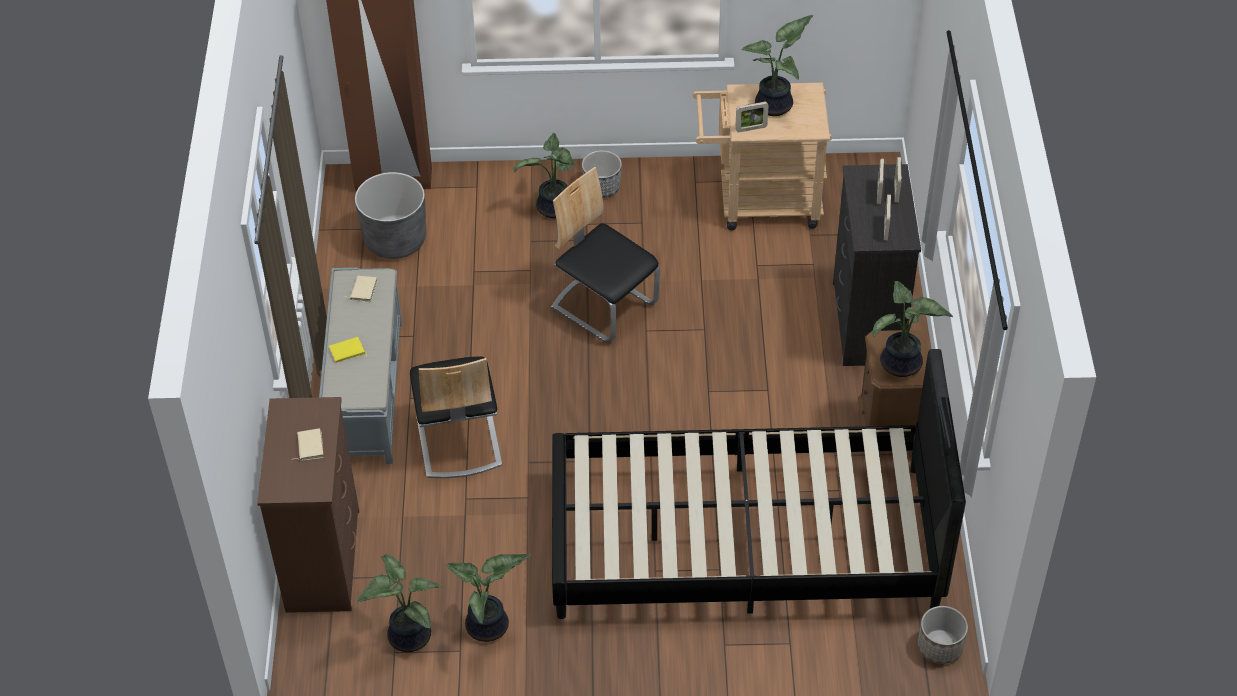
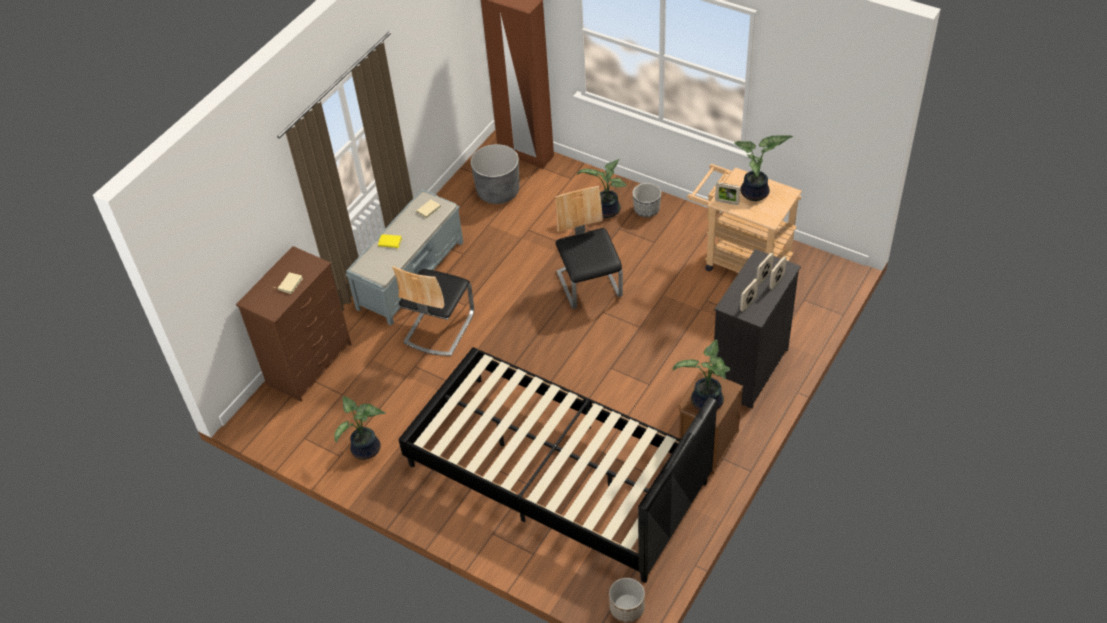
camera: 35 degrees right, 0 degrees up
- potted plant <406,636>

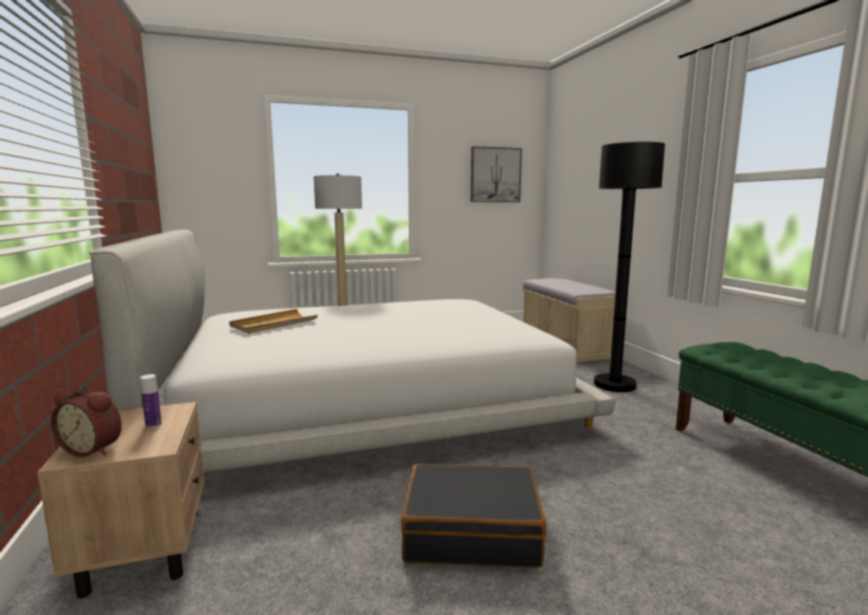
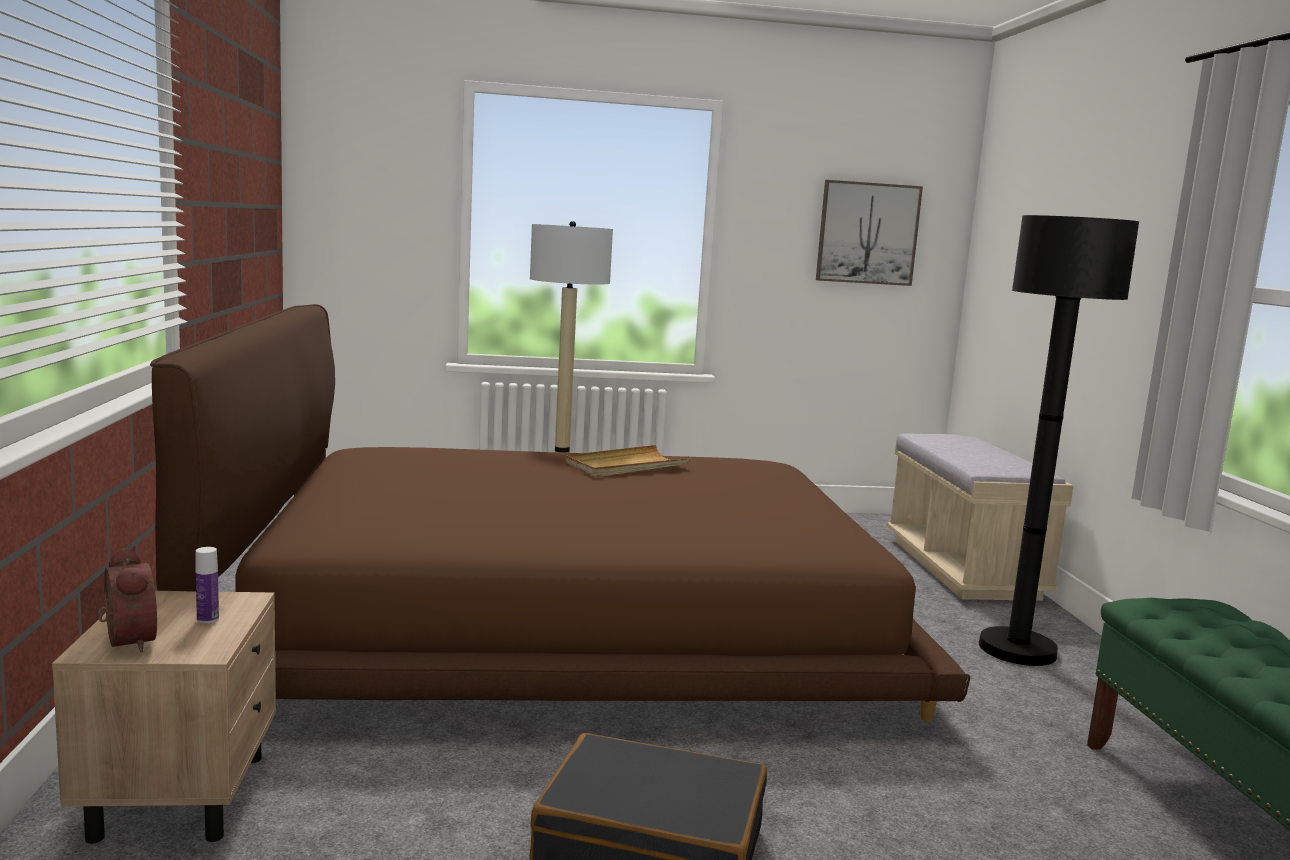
camera: 10 degrees right, 0 degrees up
~ white bed <364,400> to brown bed <561,620>
~ beige tray <274,324> to <626,466>
~ alarm clock <94,448> = <125,642> 150 degrees counterclockwise

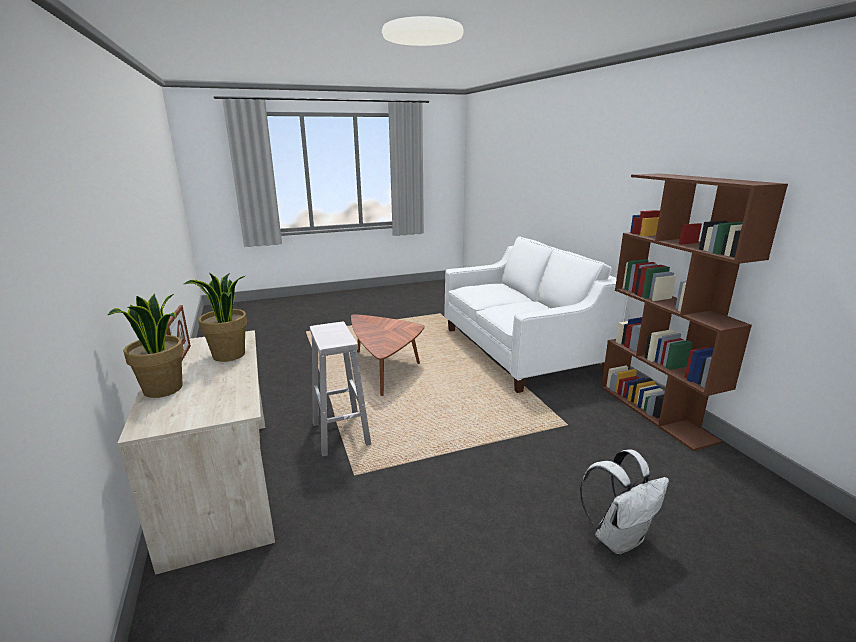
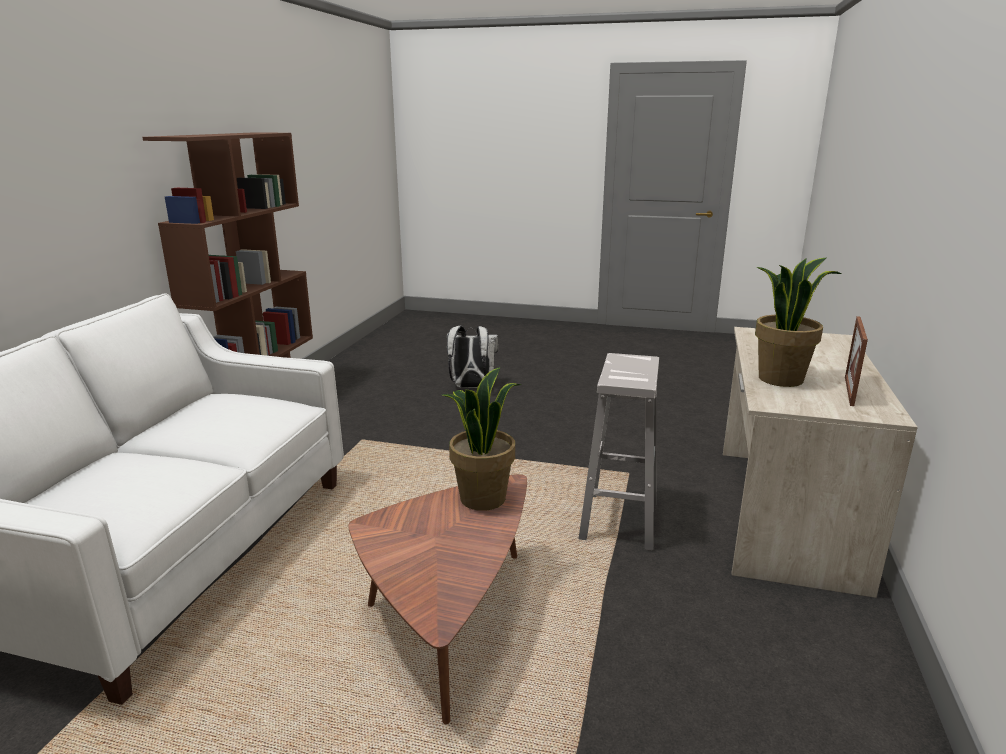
camera: 145 degrees left, 0 degrees up
~ potted plant <163,389> to <482,498>

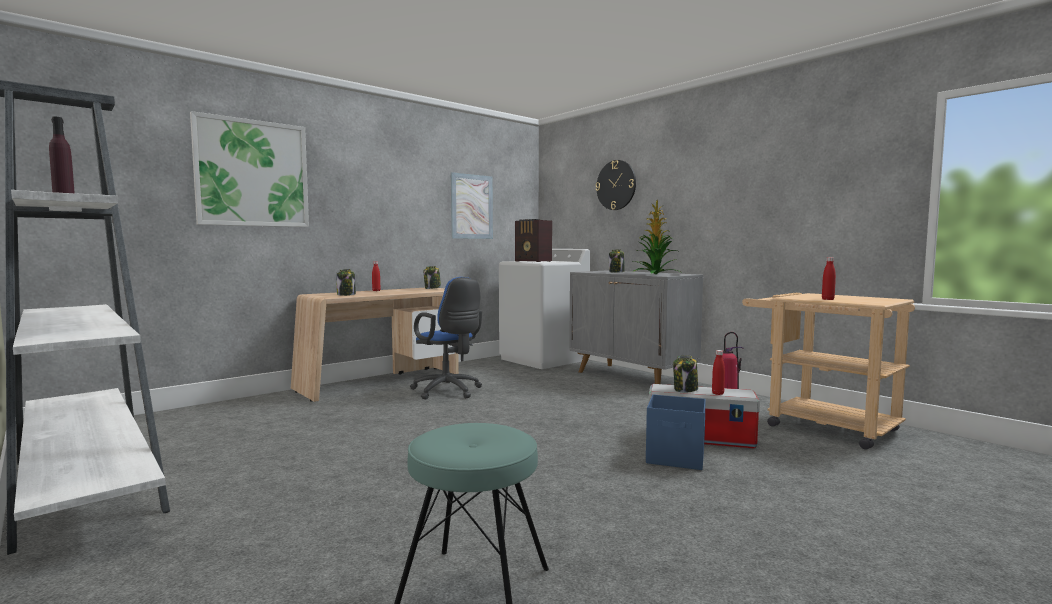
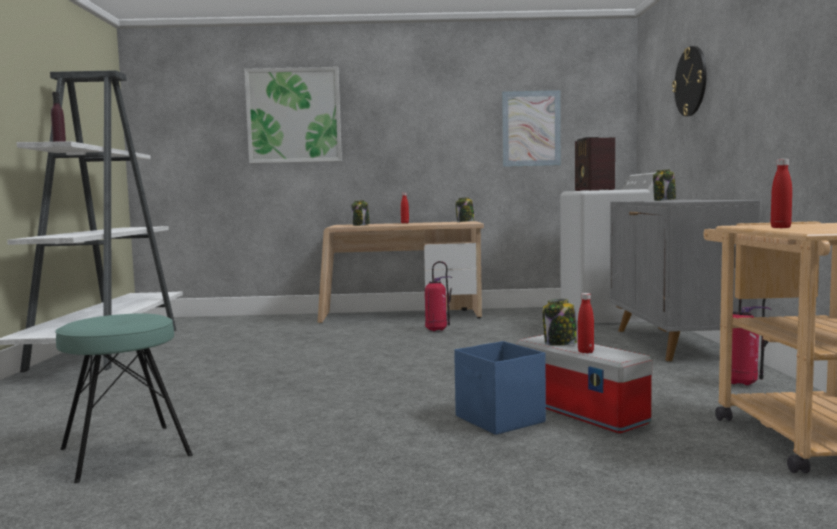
camera: 40 degrees right, 0 degrees up
- potted plant <654,274>
~ blue office chair <448,392> to fire extinguisher <437,330>

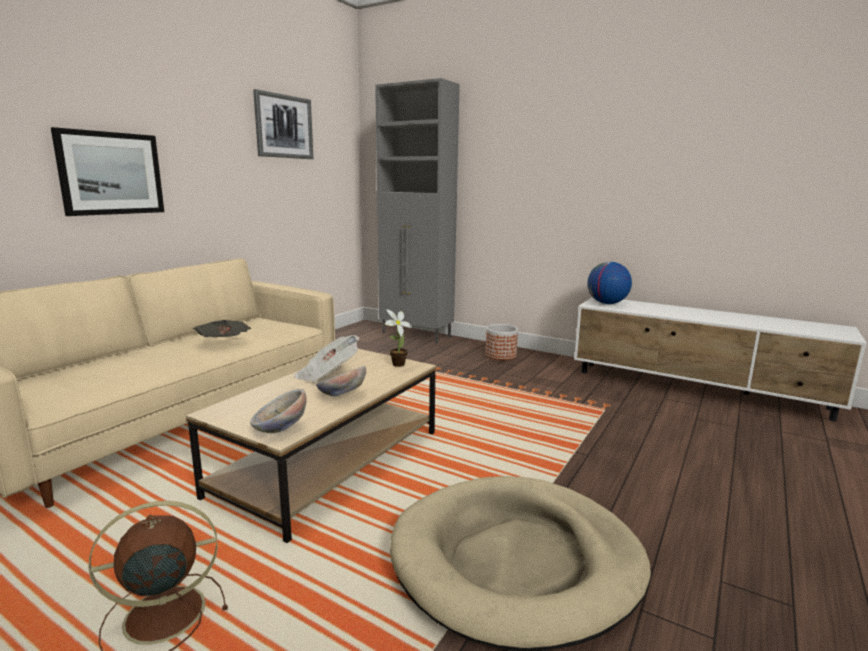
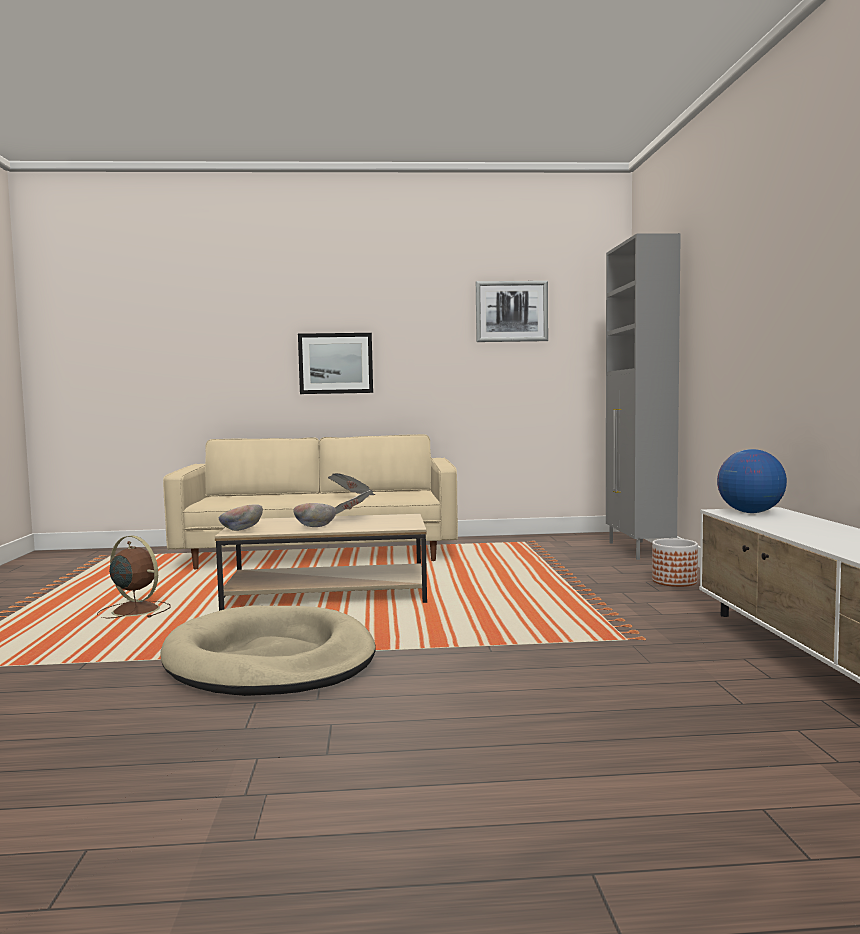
camera: 55 degrees right, 10 degrees down
- potted plant <396,365>

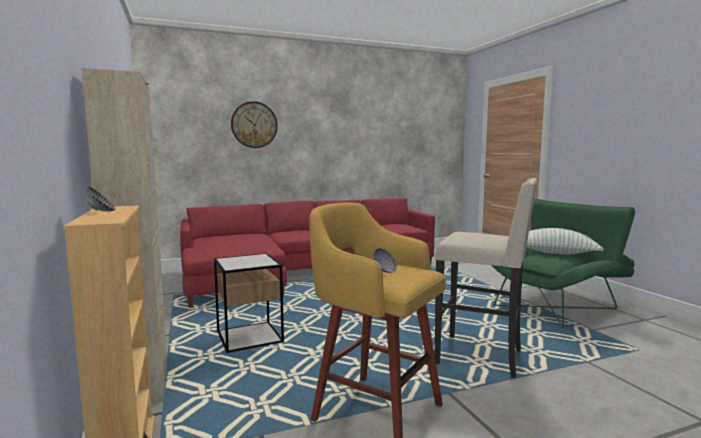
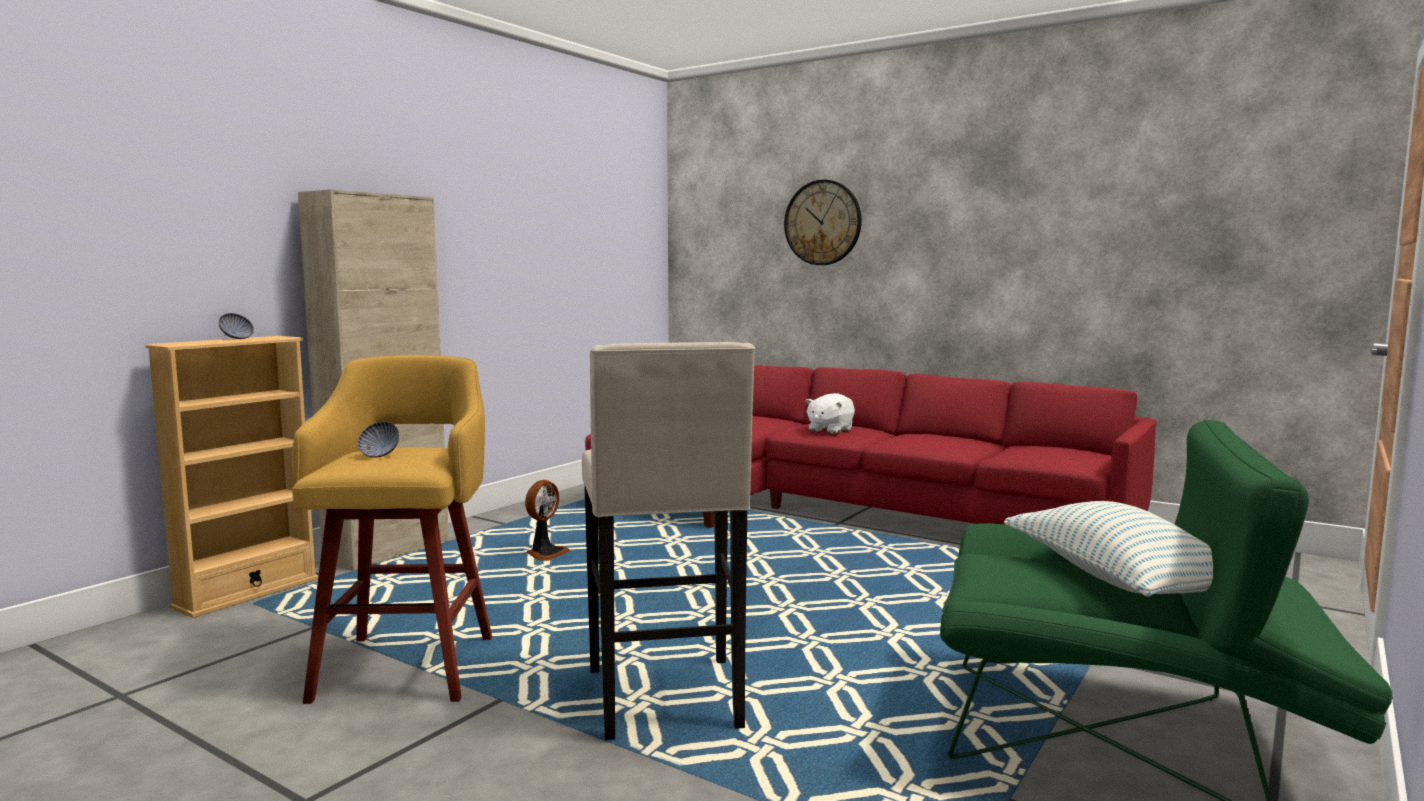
camera: 55 degrees right, 0 degrees up
~ side table <249,337> to fan <545,554>
+ white plush toy <829,430>

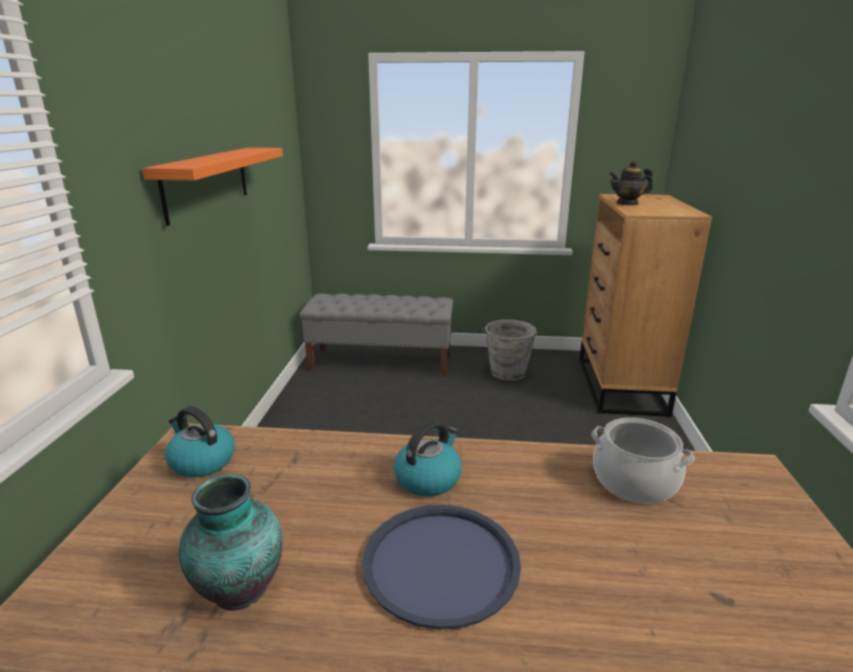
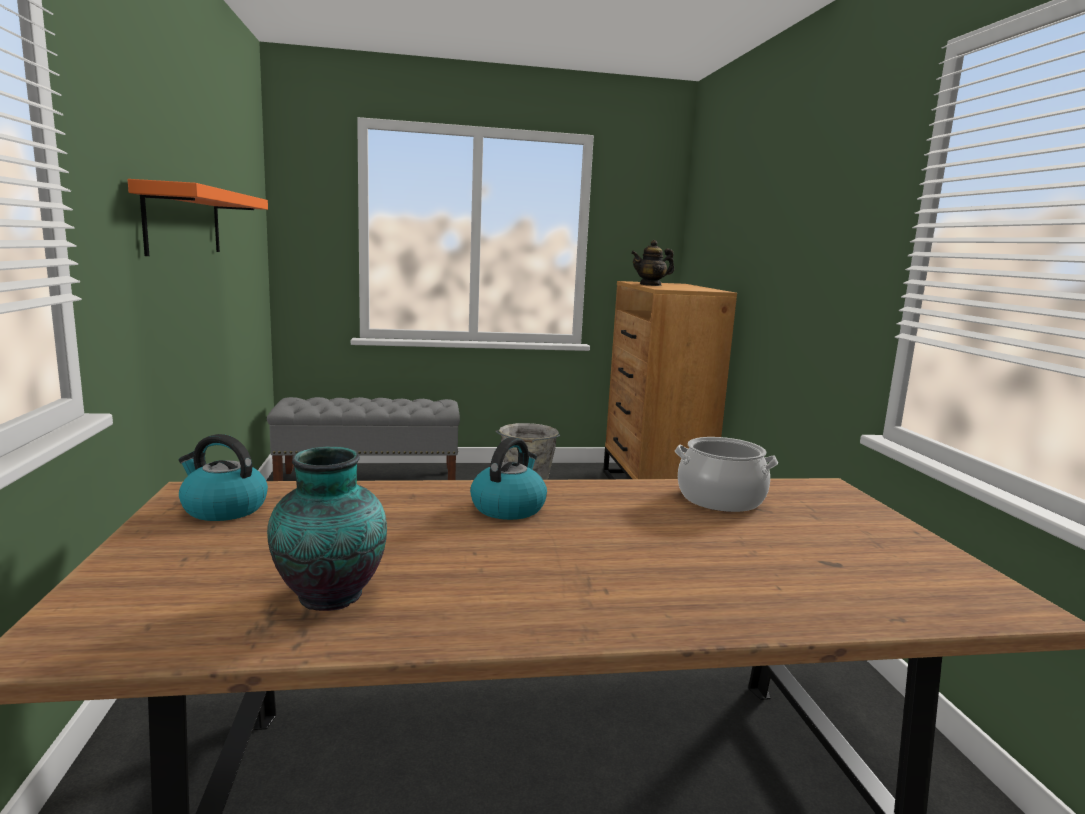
camera: 15 degrees left, 10 degrees down
- blue tray <440,563>

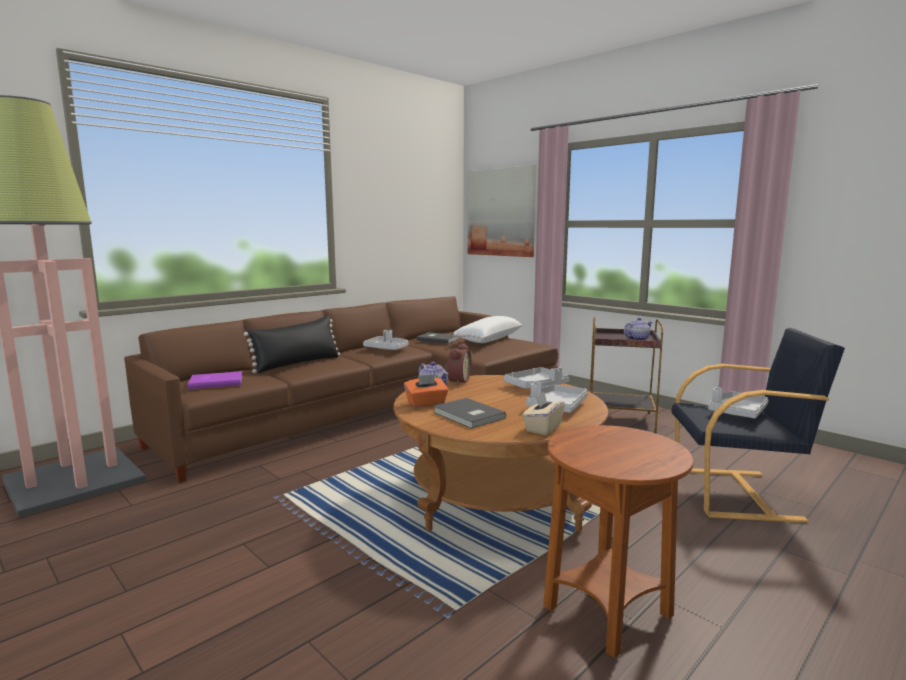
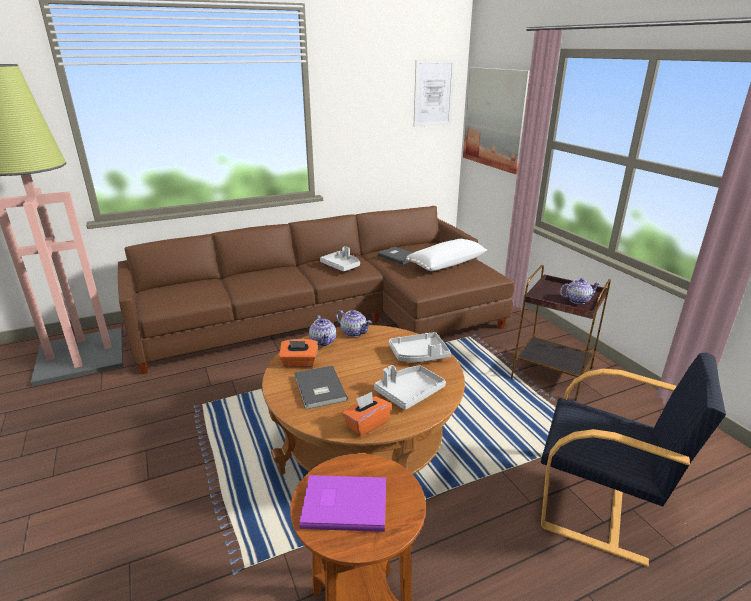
camera: 20 degrees right, 15 degrees up
- black pillow <297,364>
~ alarm clock <457,381> to teapot <354,332>
~ purple book <215,382> to <343,503>
- grey tray <737,412>
~ beige tissue box <542,428> to orange tissue box <366,424>
+ picture <433,93>

